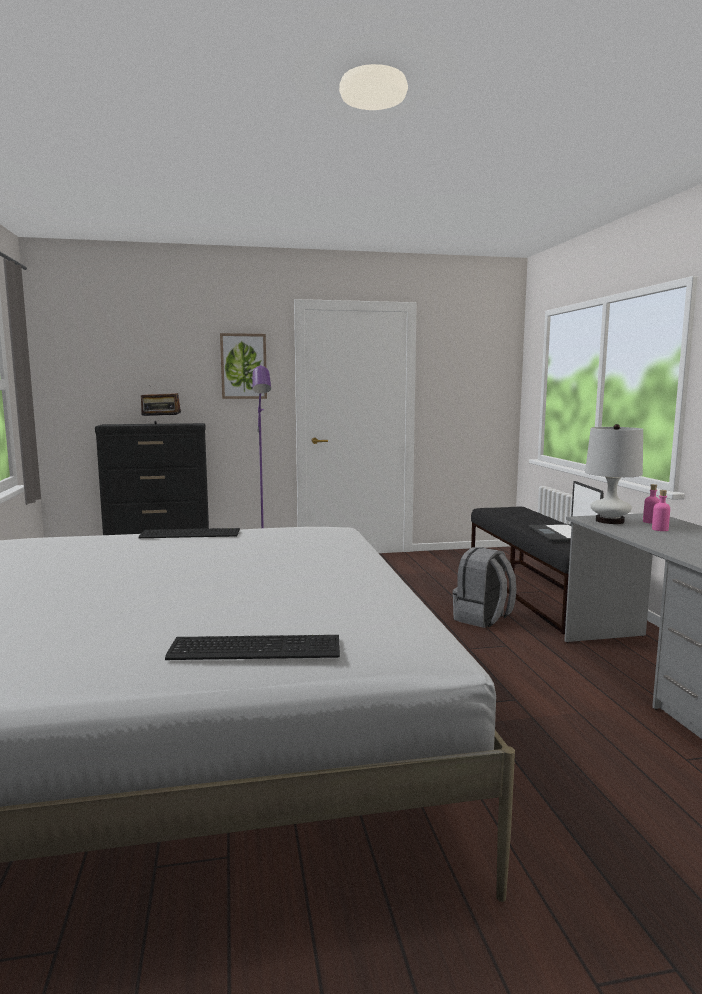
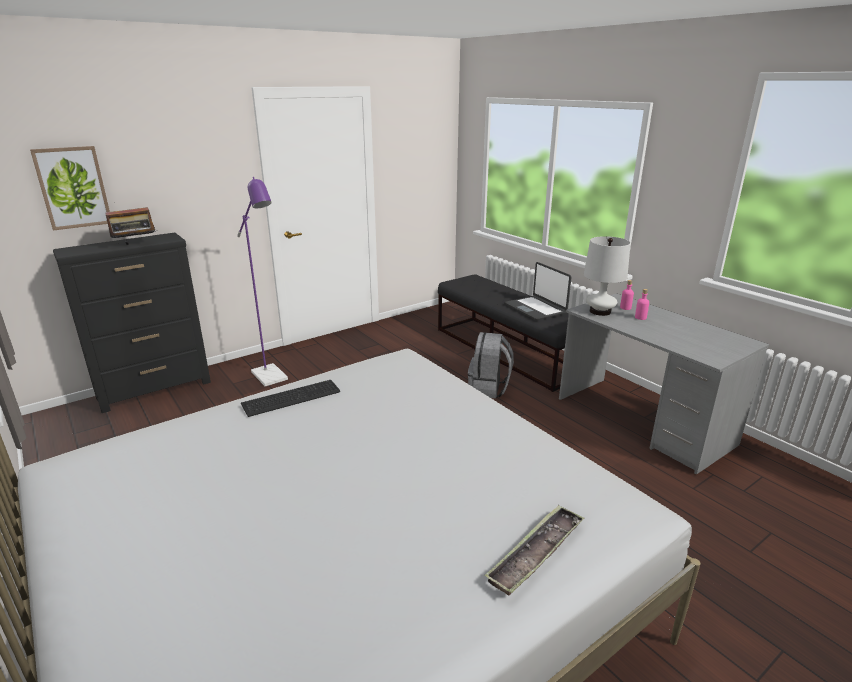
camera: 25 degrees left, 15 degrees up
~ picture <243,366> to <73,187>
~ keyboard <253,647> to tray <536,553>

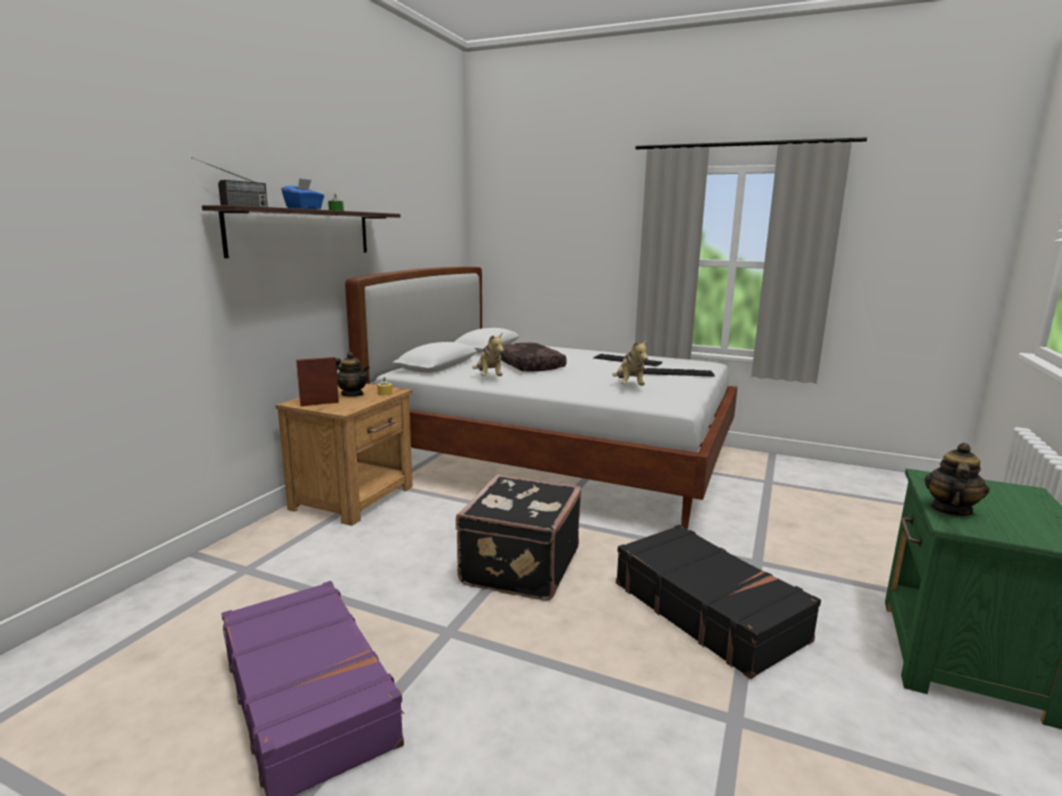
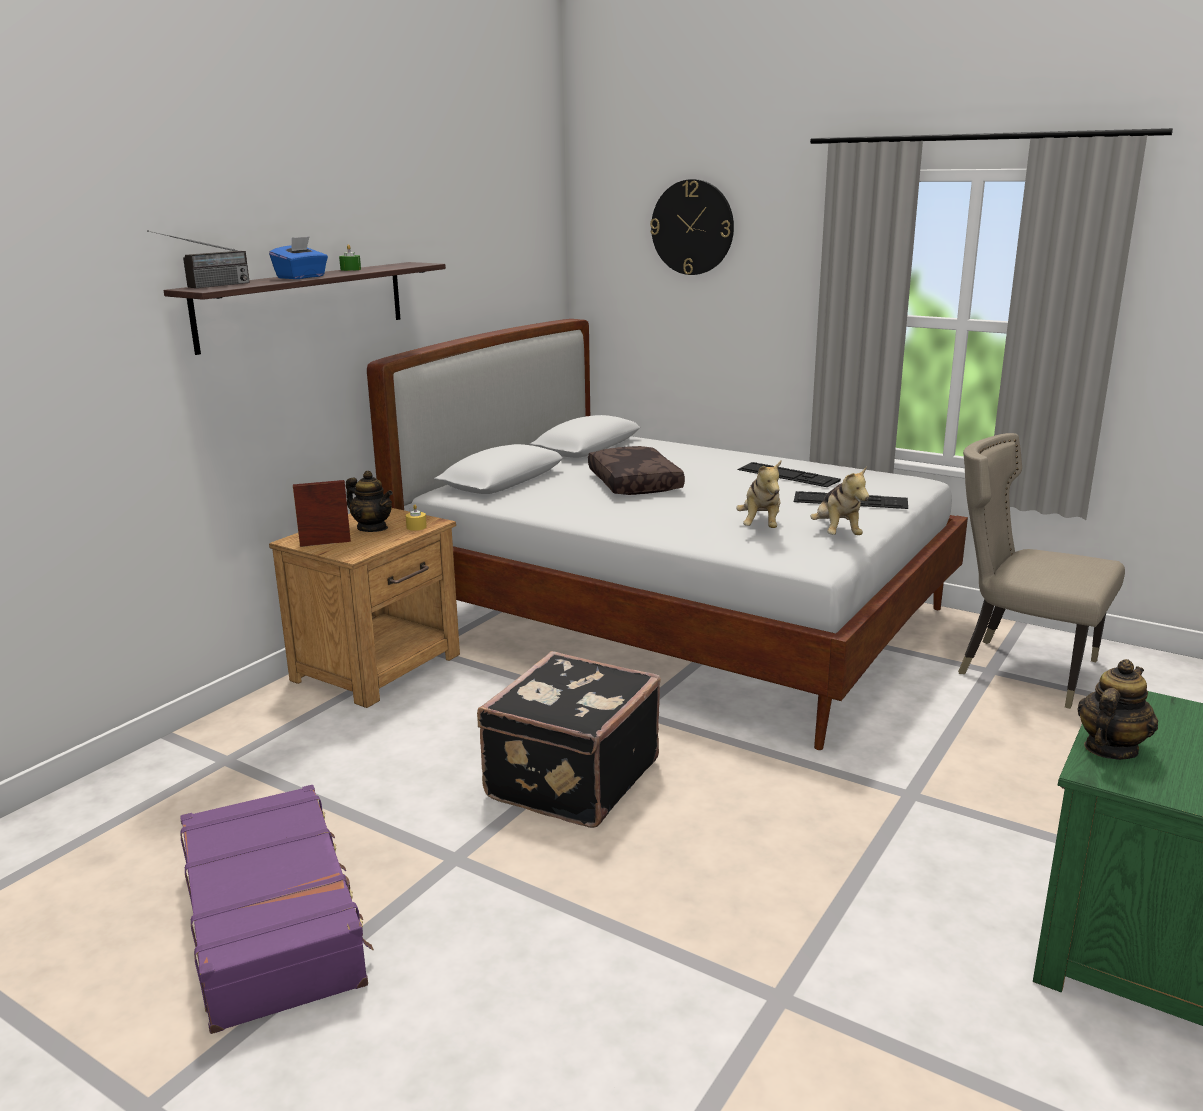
camera: 10 degrees right, 5 degrees up
~ plush toy <489,377> to <836,534>
- black suitcase <708,610>
+ wall clock <692,227>
+ beige chair <1021,668>

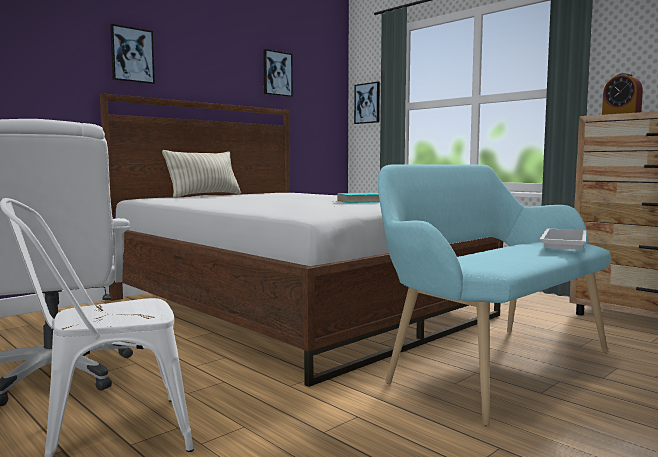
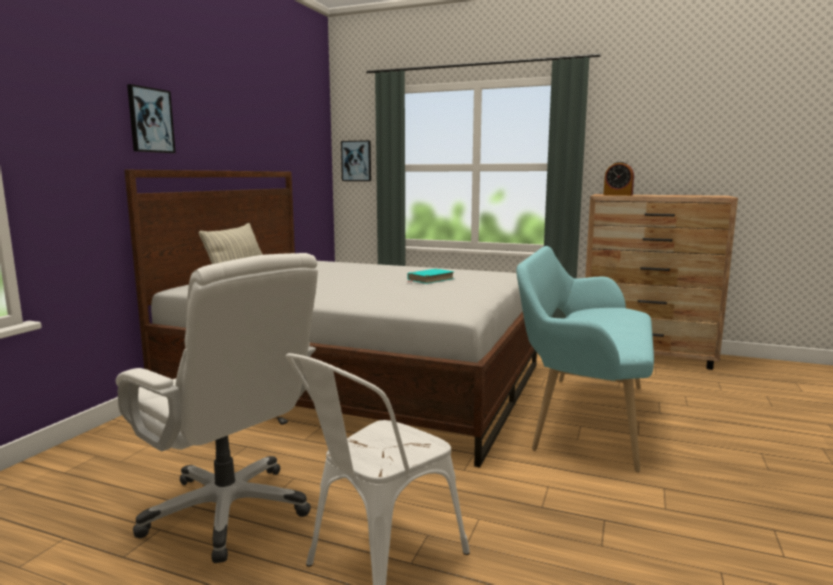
camera: 25 degrees left, 5 degrees up
- picture <277,73>
- white tray <562,247>

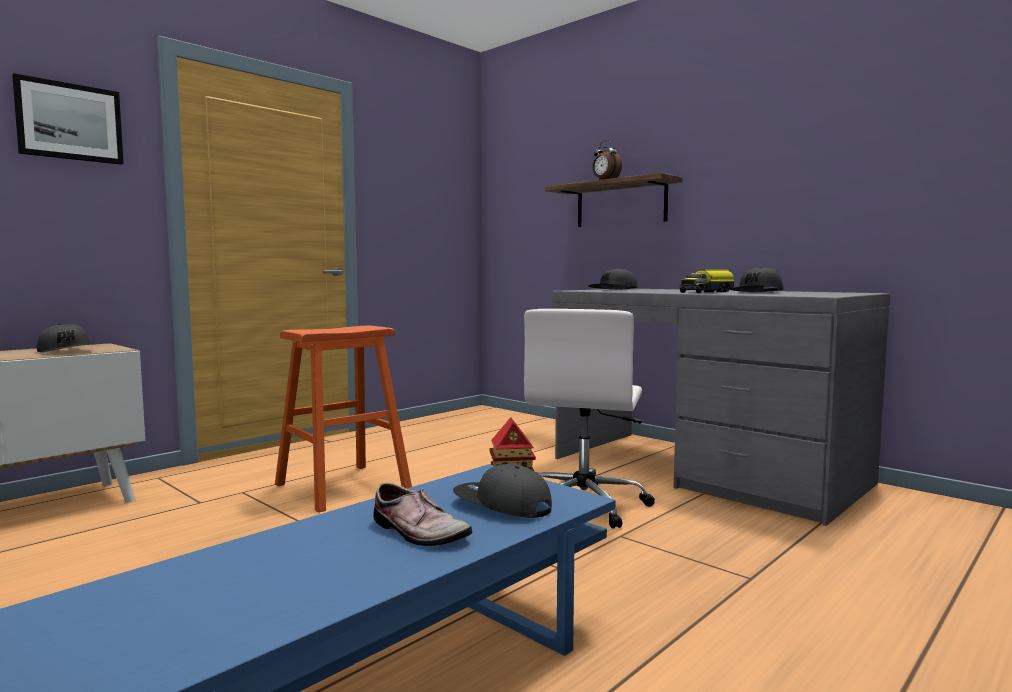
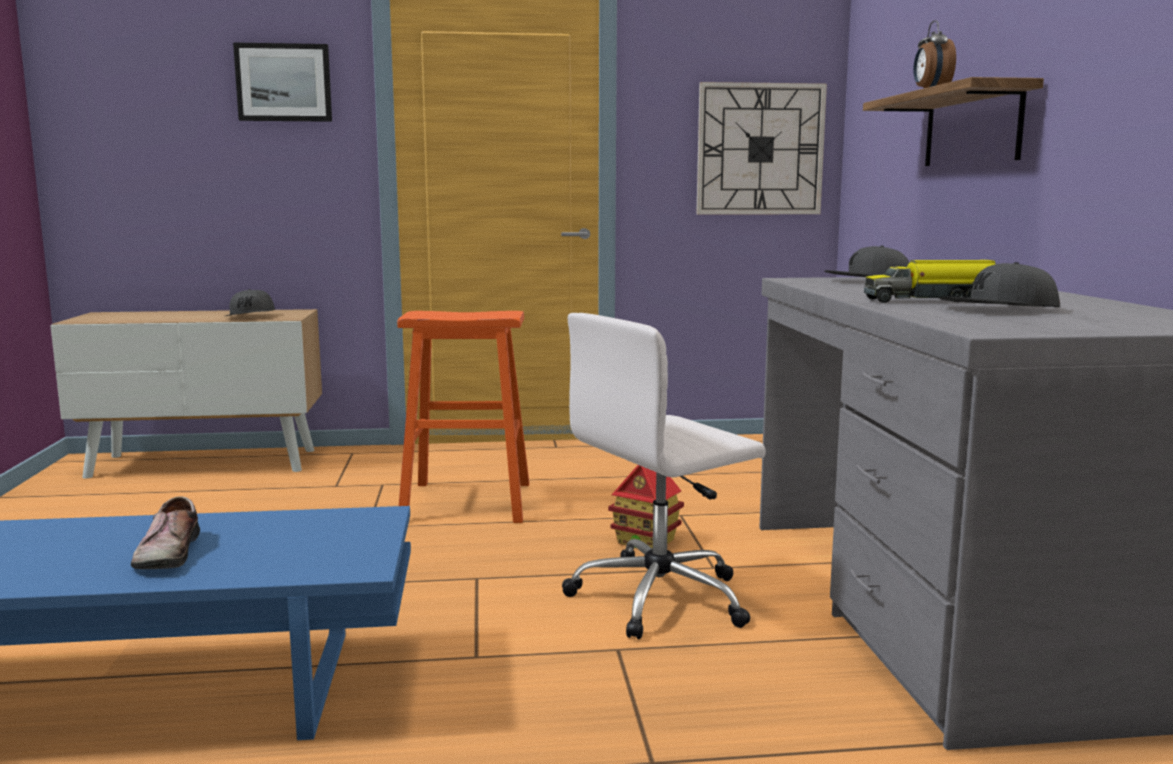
camera: 40 degrees right, 5 degrees up
- grey cap <502,505>
+ wall clock <760,149>

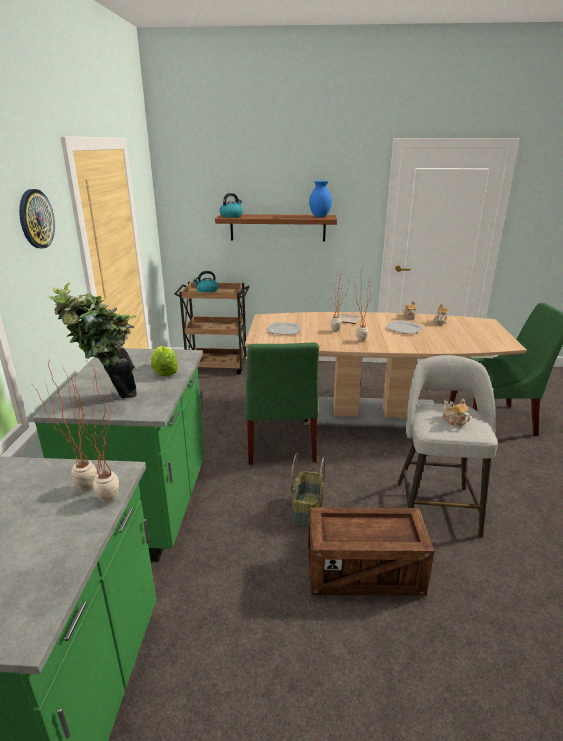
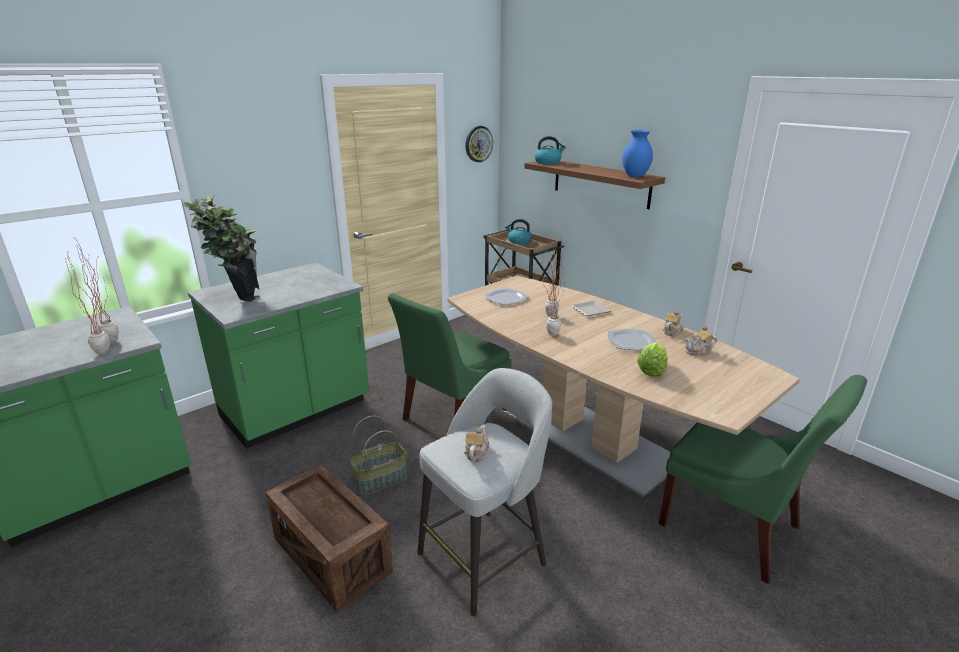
camera: 45 degrees right, 0 degrees up
~ wall clock <36,219> to <478,144>
~ lettuce <164,371> to <652,370>

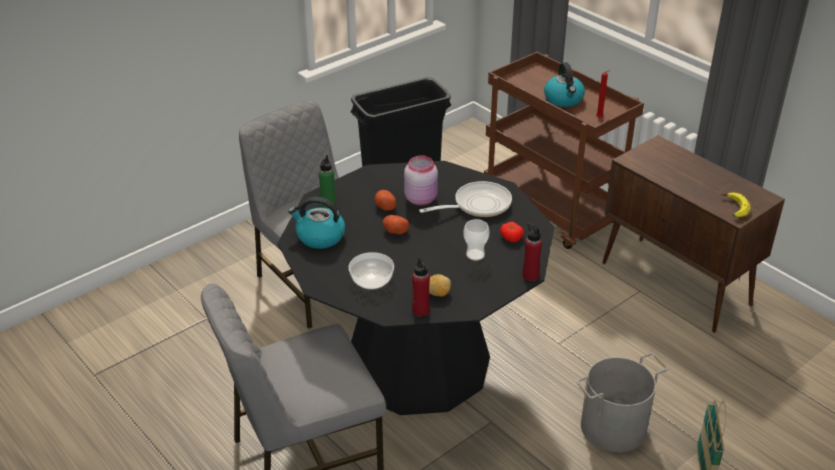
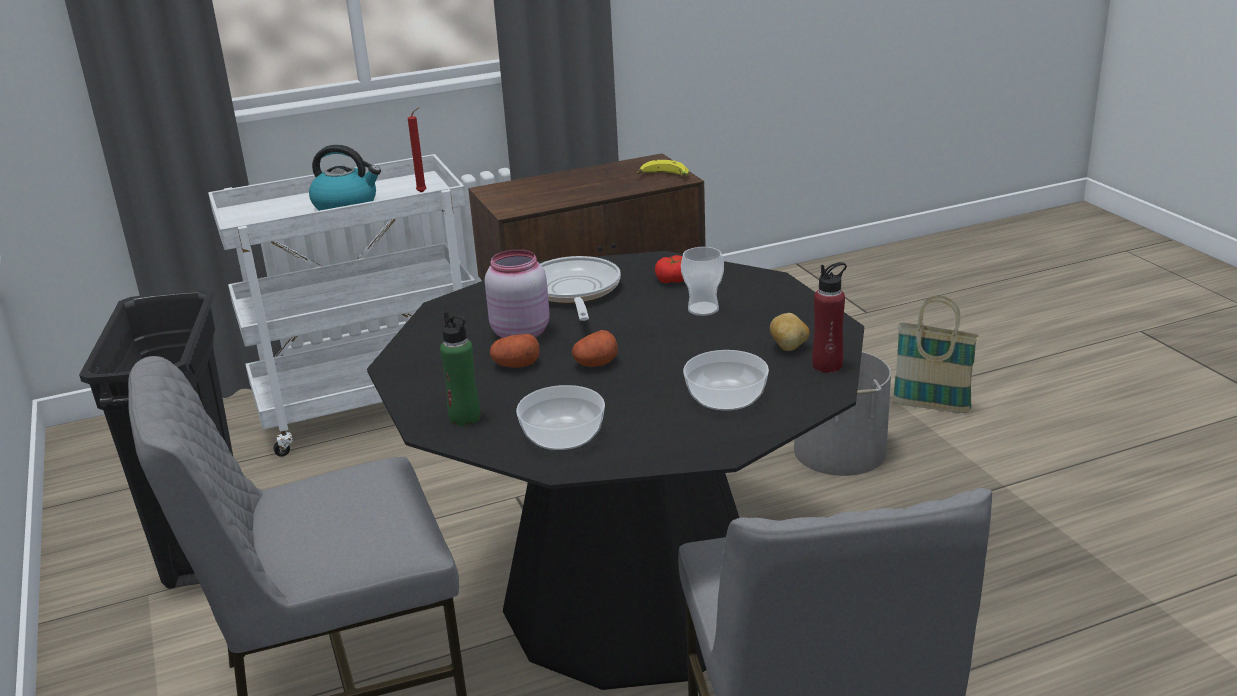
camera: 70 degrees left, 10 degrees down
~ brown cart <553,212> to white cart <372,405>
~ kettle <319,237> to bowl <564,436>
- red bottle <530,275>

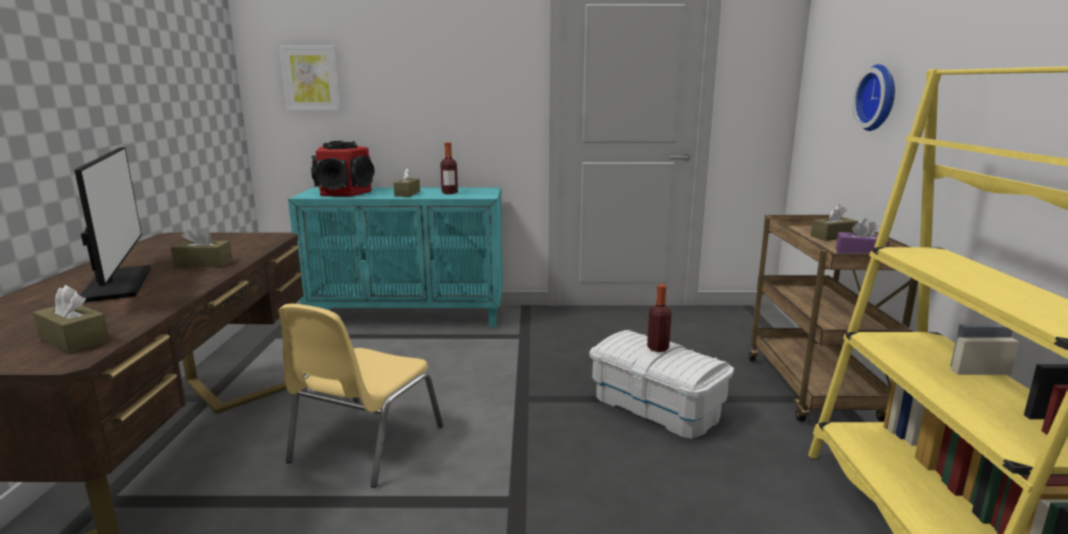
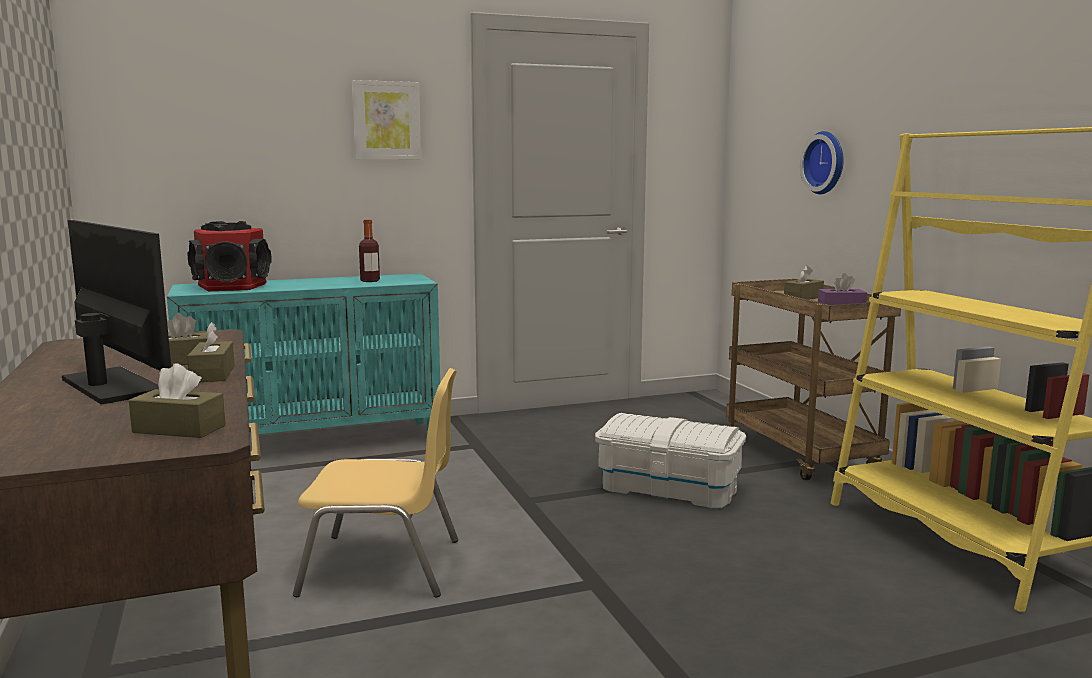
camera: 20 degrees left, 5 degrees down
~ picture <311,79> to <386,120>
~ brown tissue box <407,193> to <212,374>
- bottle <657,348>
~ yellow chair <364,444> = <384,566> 90 degrees counterclockwise

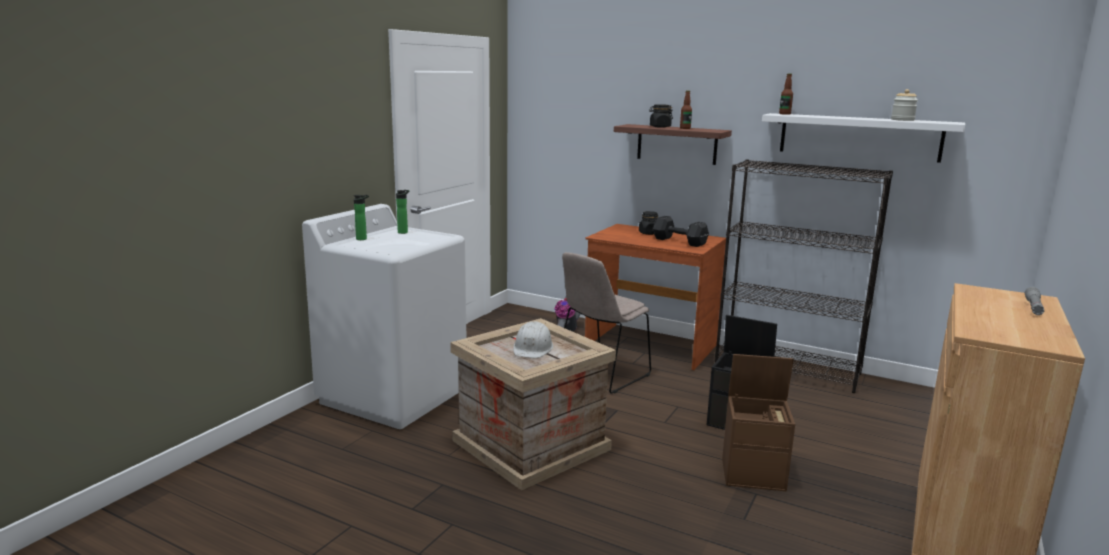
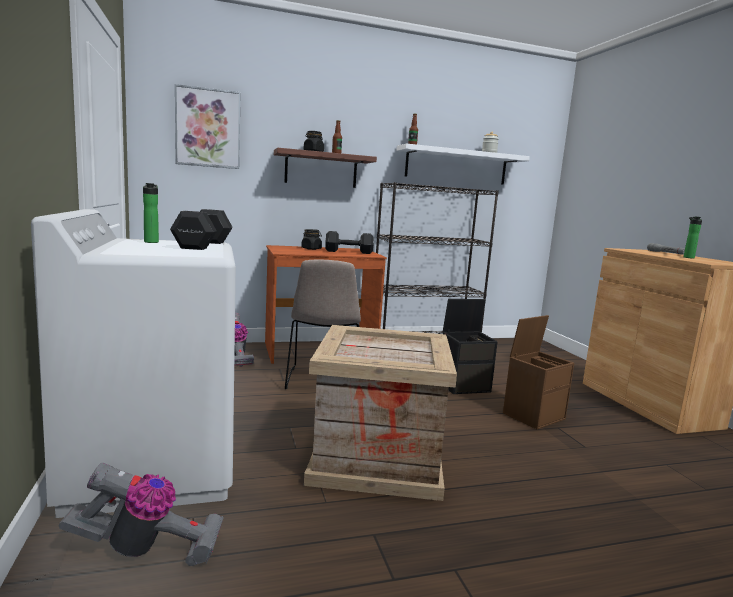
camera: 45 degrees left, 5 degrees down
~ bottle <363,239> to <688,257>
- white hard hat <533,348>
+ picture <208,128>
+ black dumbbell <204,245>
+ vacuum cleaner <147,549>

